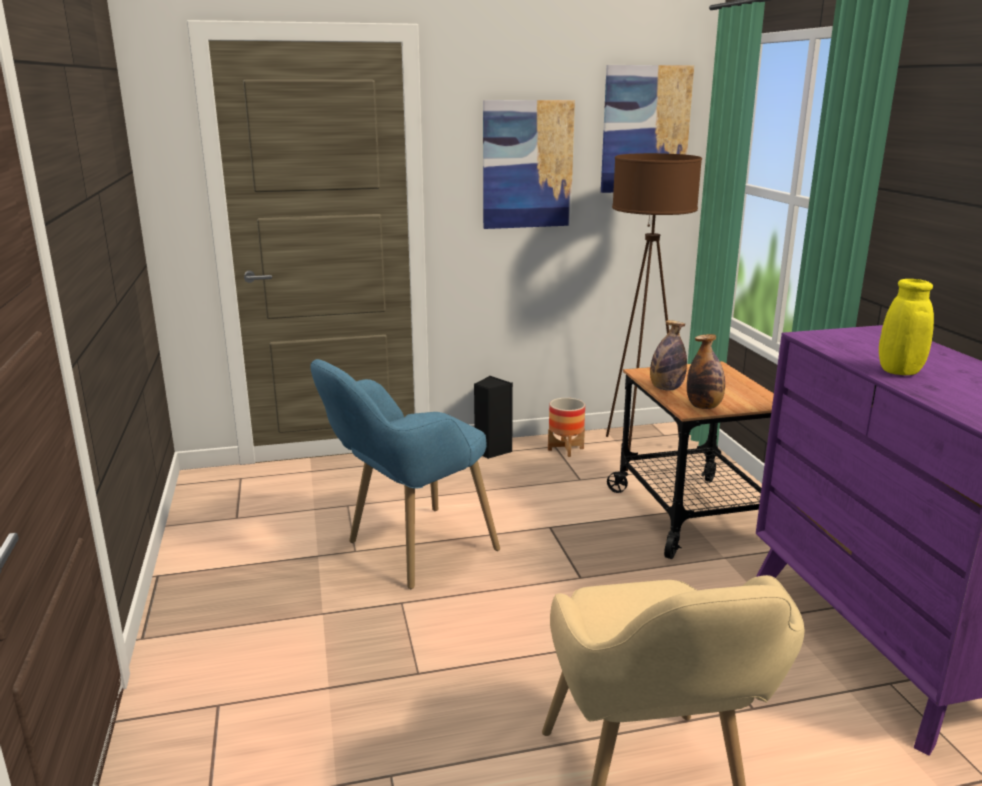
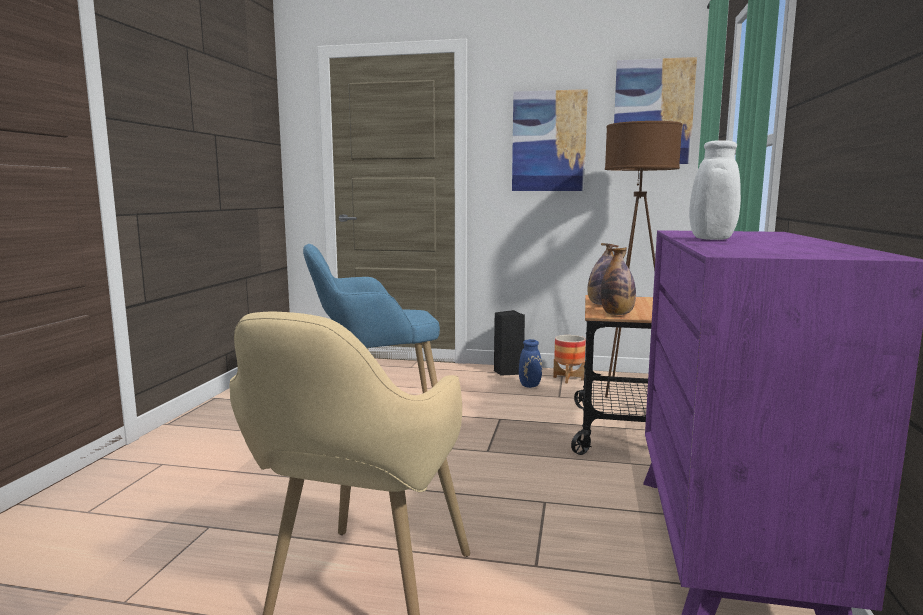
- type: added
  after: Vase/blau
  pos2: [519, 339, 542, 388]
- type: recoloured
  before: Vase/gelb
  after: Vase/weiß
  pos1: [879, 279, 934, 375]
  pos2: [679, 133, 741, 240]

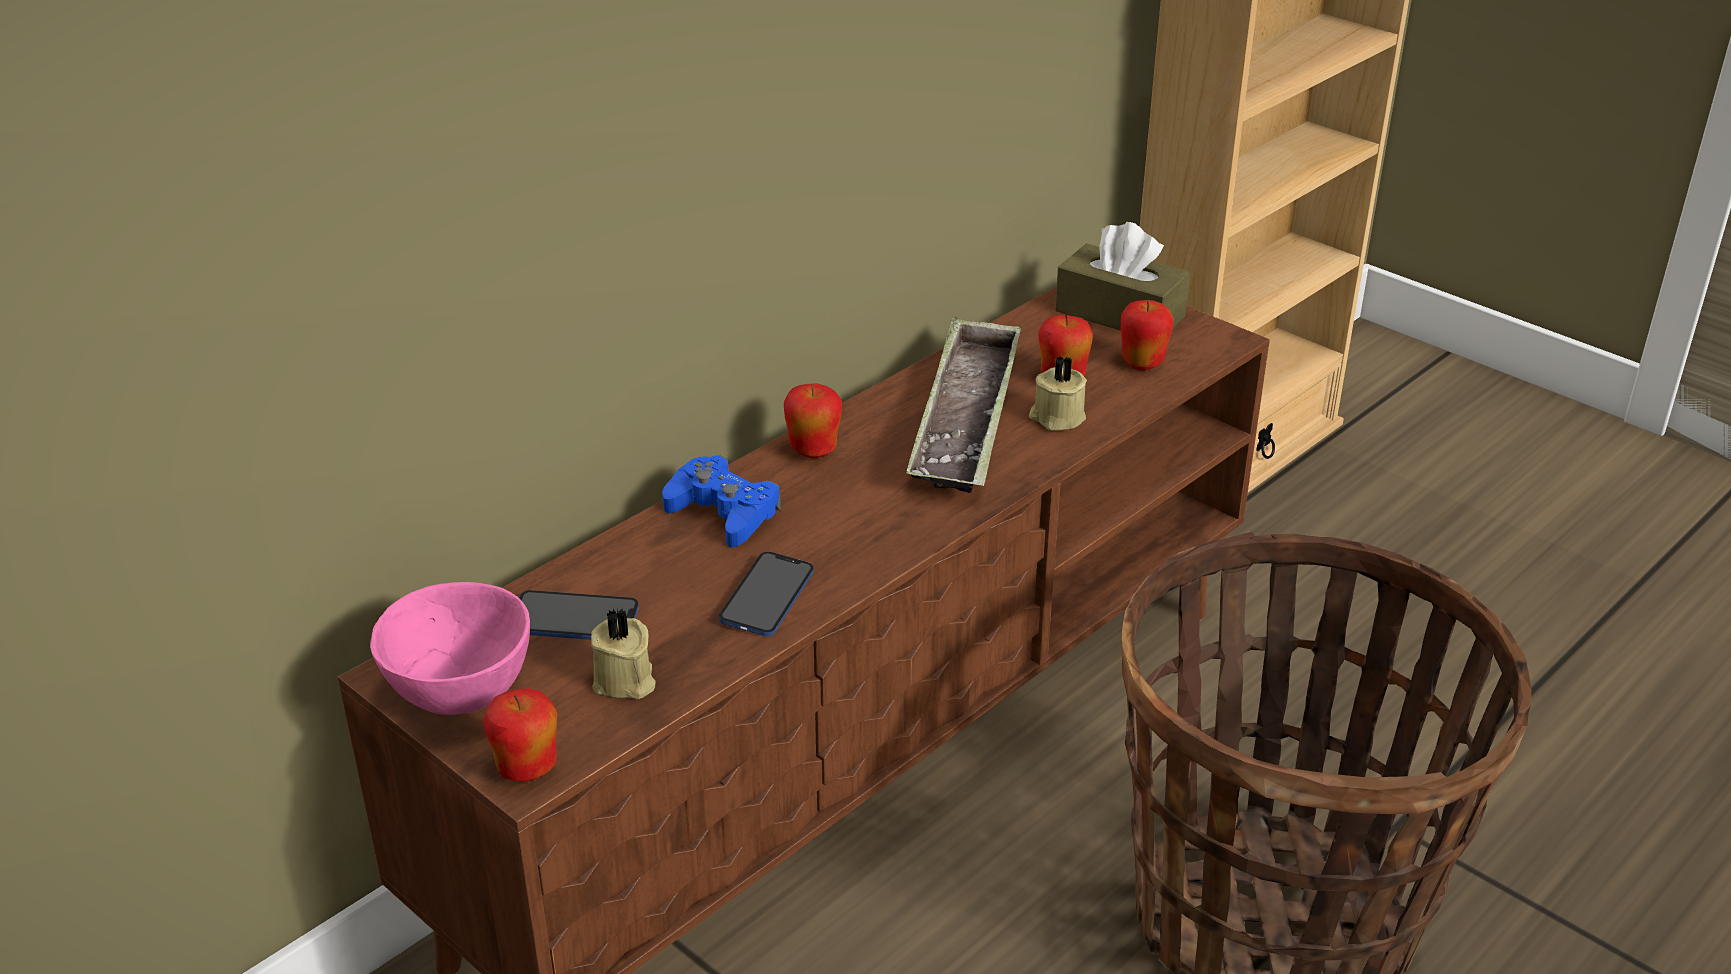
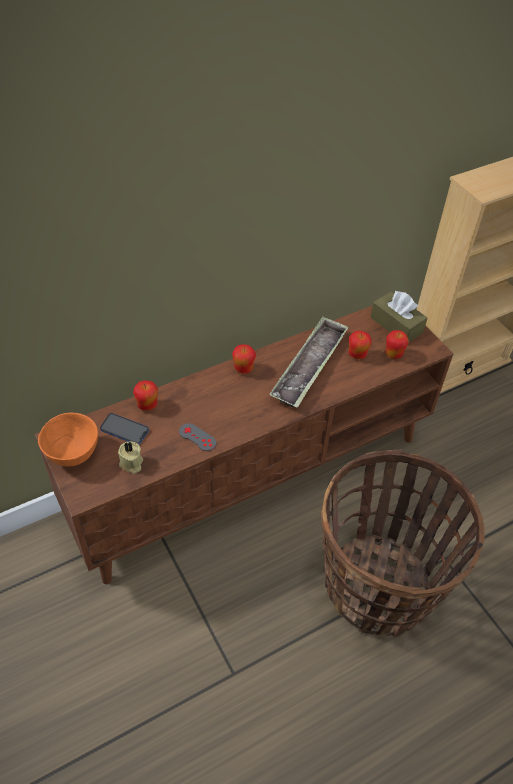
- type: removed
  before: Gamepad/blau
  pos1: [662, 455, 781, 547]
- type: removed
  before: Kerze/beige
  pos1: [1029, 356, 1087, 431]
- type: moved
  before: Apfel
  pos1: [483, 688, 557, 782]
  pos2: [133, 381, 158, 410]
- type: replaced
  before: Handy
  after: Gamepad/grau
  pos1: [719, 552, 814, 636]
  pos2: [179, 423, 217, 451]
- type: recoloured
  before: Schüssel/rosa
  after: Schüssel/orange
  pos1: [370, 582, 530, 715]
  pos2: [38, 413, 98, 467]

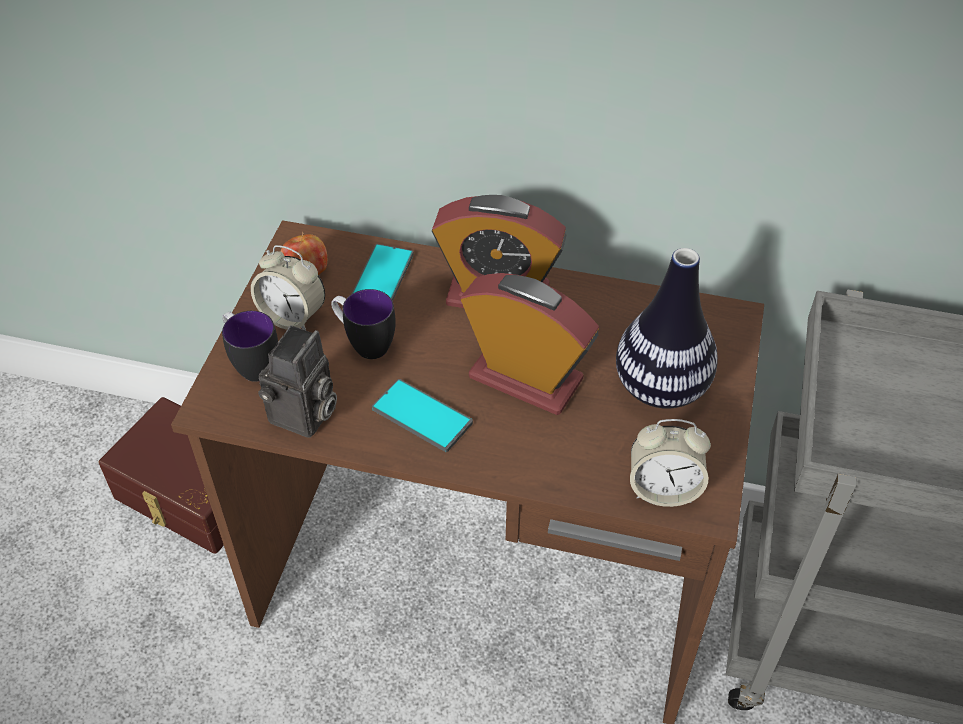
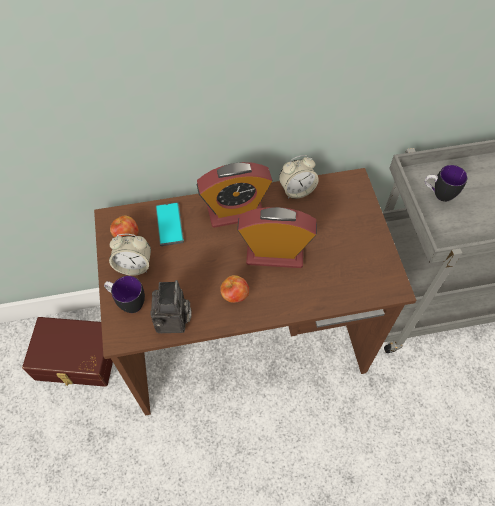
- type: removed
  before: Vase
  pos1: [616, 248, 718, 409]
- type: moved
  before: Henkelbecher
  pos1: [331, 289, 396, 359]
  pos2: [425, 165, 468, 202]
- type: moved
  before: Wecker
  pos1: [630, 419, 711, 507]
  pos2: [279, 155, 319, 199]
- type: replaced
  before: Handy
  after: Apfel
  pos1: [372, 379, 473, 452]
  pos2: [220, 275, 249, 303]

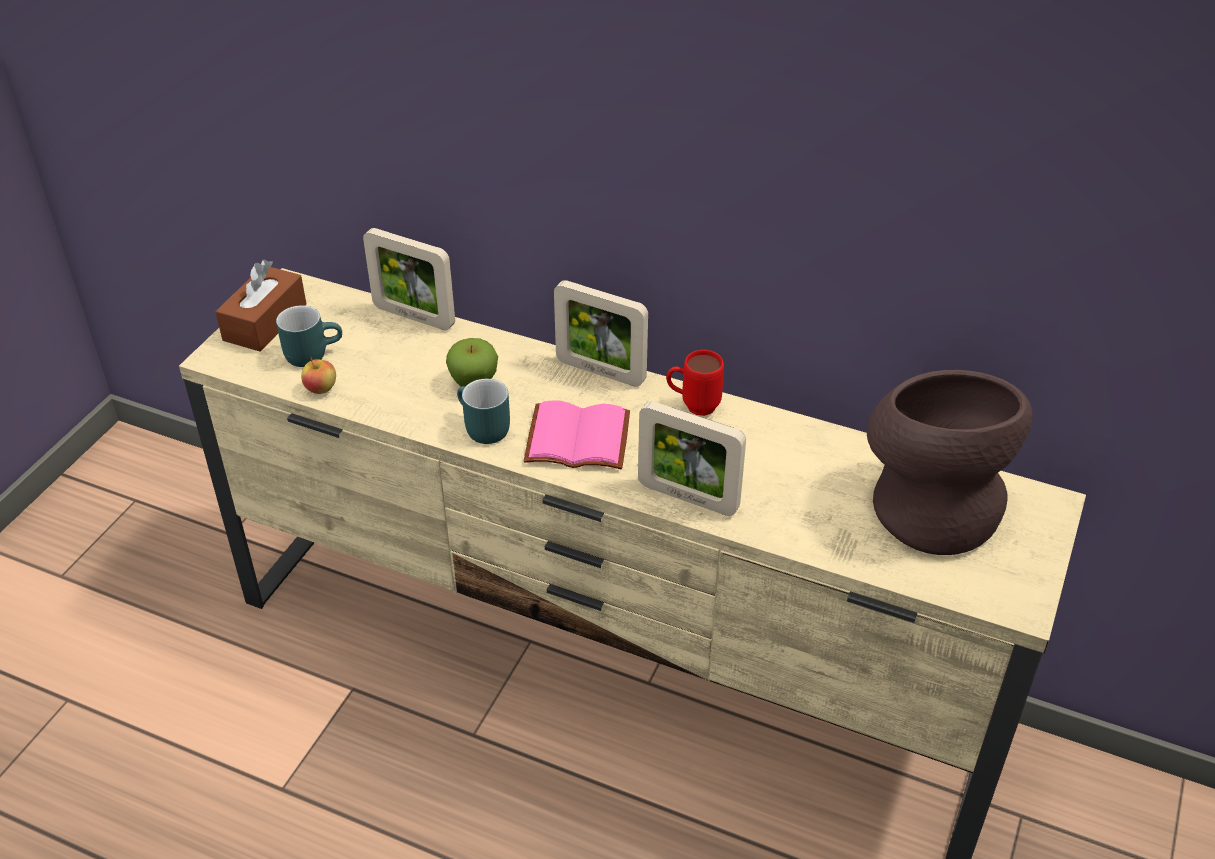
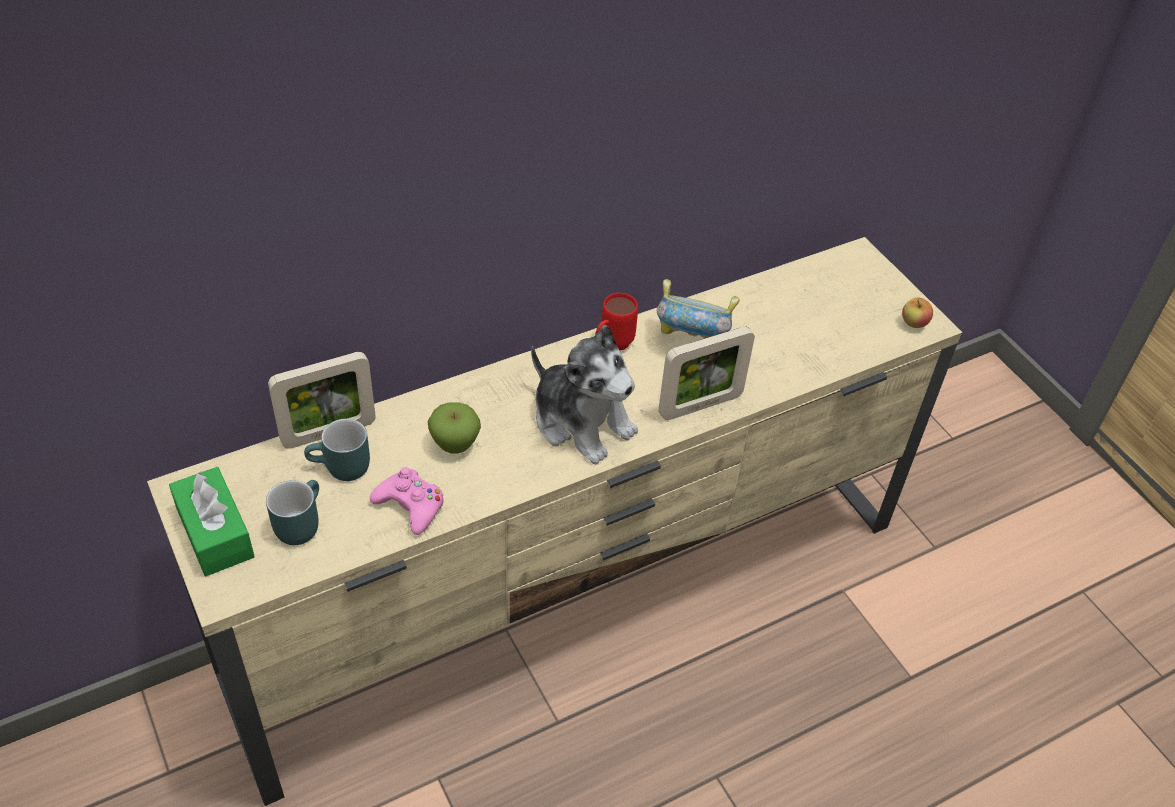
- type: removed
  before: Bilderrahmen
  pos1: [554, 280, 648, 387]
- type: removed
  before: Vase/braun
  pos1: [867, 370, 1032, 555]
- type: added
  after: Gamepad/rosa
  pos2: [370, 467, 444, 535]
- type: added
  after: Schüssel
  pos2: [657, 279, 740, 339]
- type: moved
  before: Apfel
  pos1: [301, 358, 336, 394]
  pos2: [902, 298, 933, 328]
- type: moved
  before: Henkelbecher/türkis
  pos1: [457, 379, 510, 444]
  pos2: [304, 419, 370, 481]
- type: replaced
  before: Buch/rosa
  after: Plüschtier
  pos1: [524, 400, 630, 469]
  pos2: [531, 325, 638, 465]
- type: recoloured
  before: Taschentuchbox/braun
  after: Taschentuchbox/grün
  pos1: [215, 259, 306, 352]
  pos2: [169, 467, 255, 576]

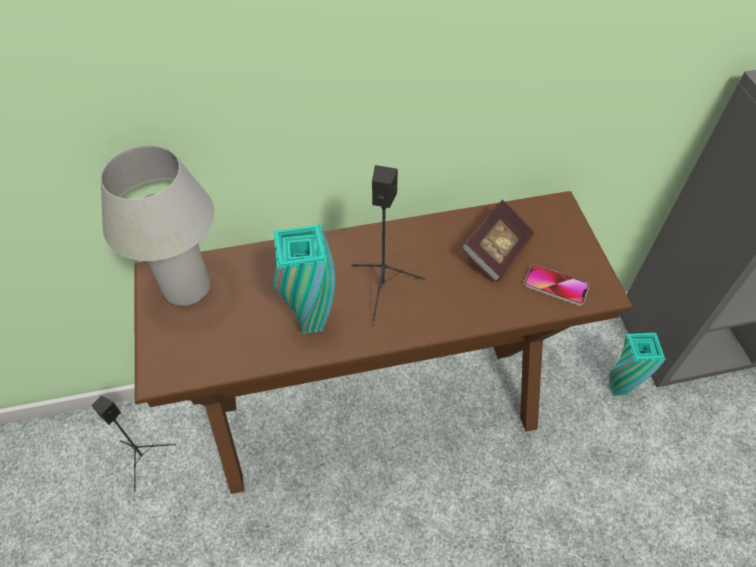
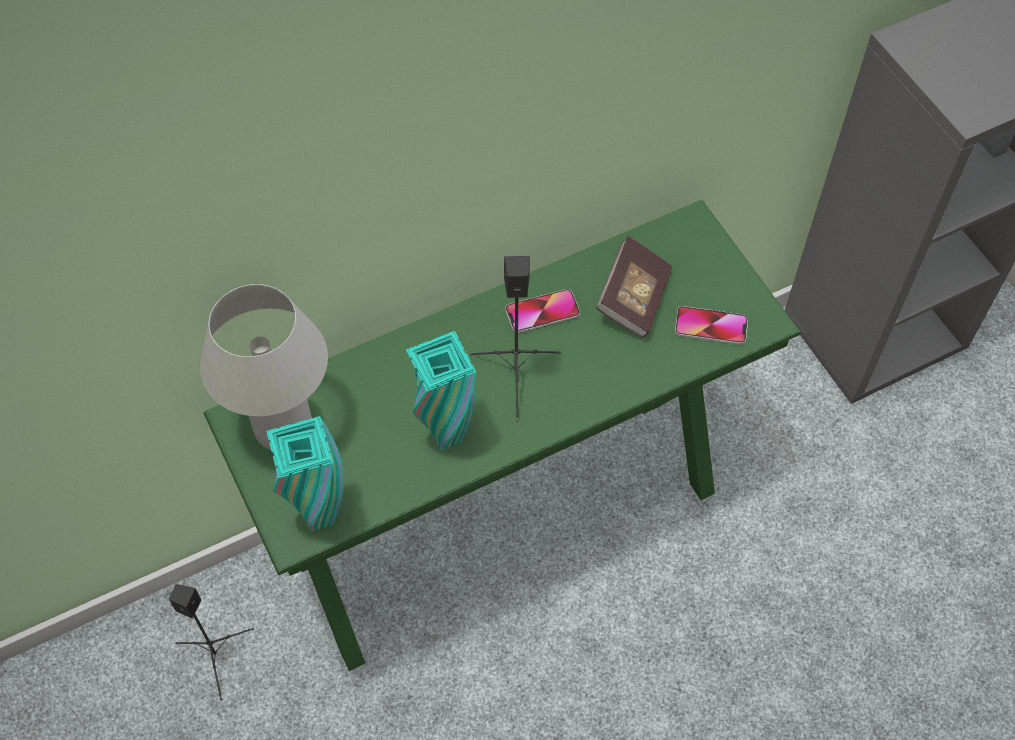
- type: added
  after: Handy
  pos2: [505, 289, 580, 333]
- type: moved
  before: Vase/türkis
  pos1: [609, 333, 665, 396]
  pos2: [266, 416, 344, 532]
- type: recoloured
  before: Konsolentisch/braun
  after: Konsolentisch/grün
  pos1: [134, 191, 633, 494]
  pos2: [204, 200, 801, 671]

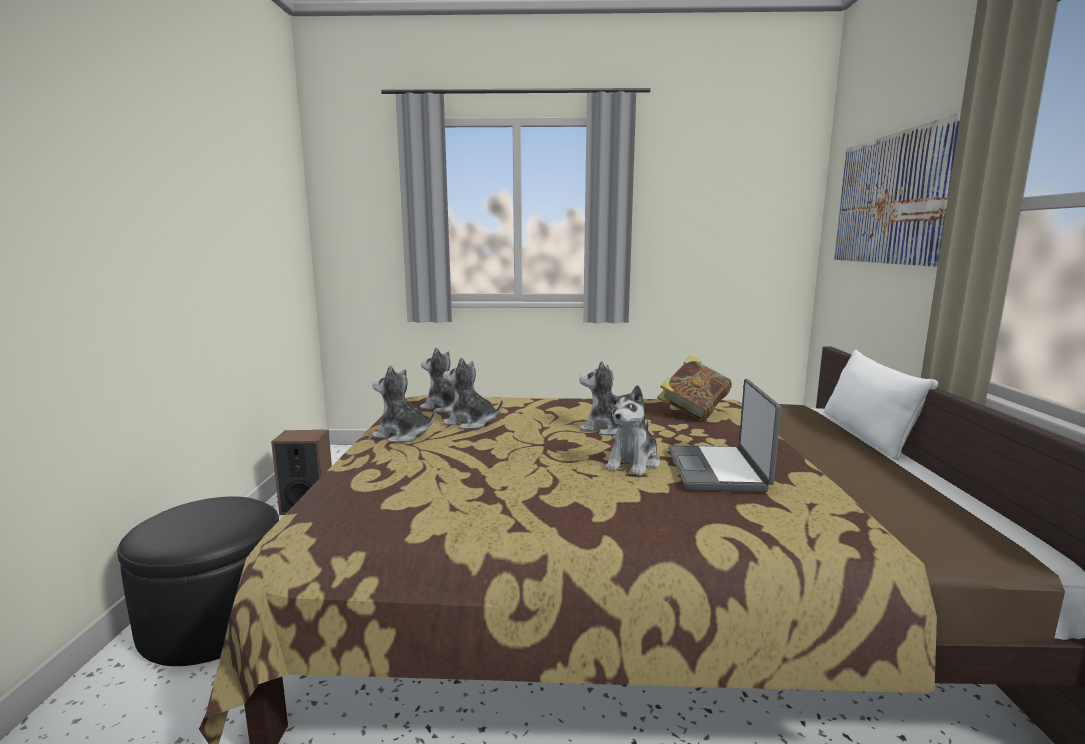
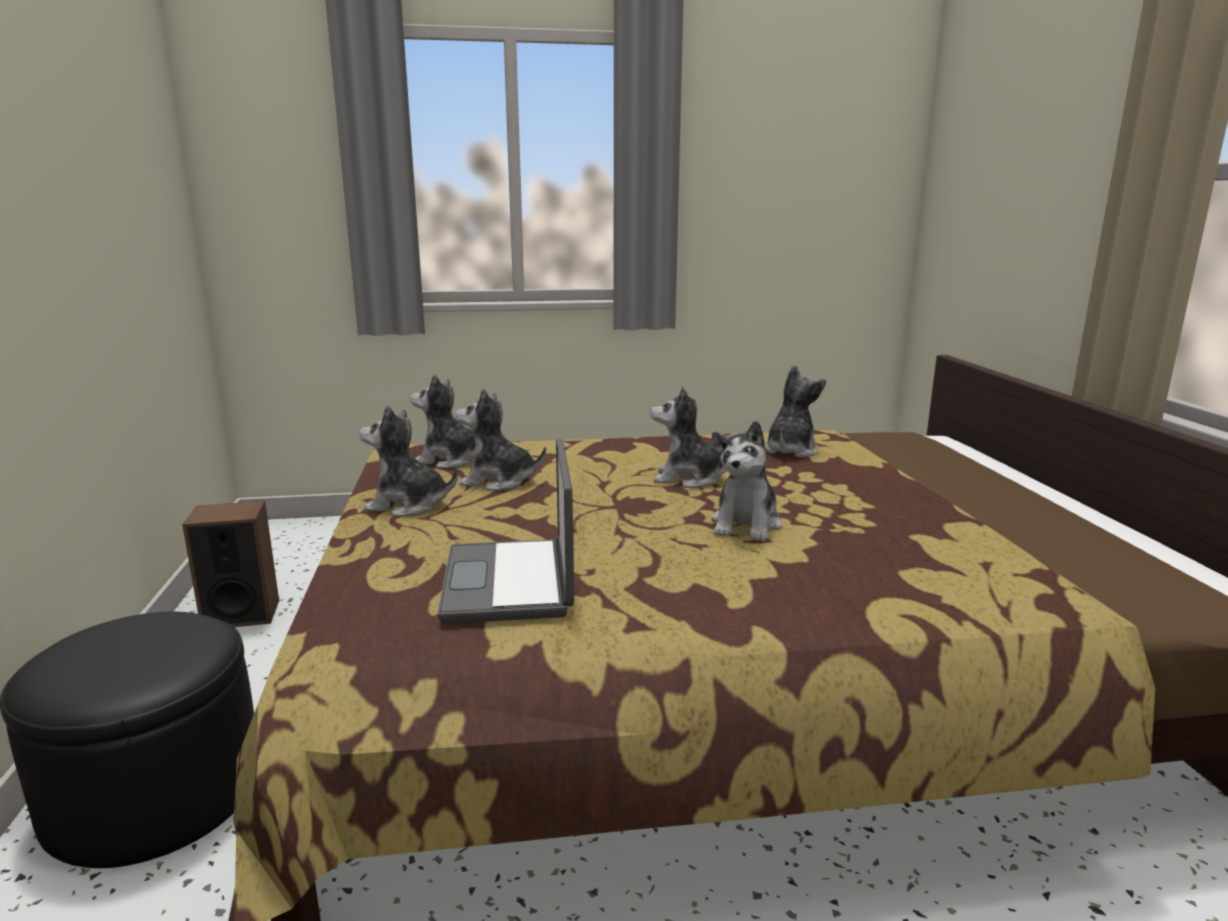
- type: removed
  before: Kissen/weiß
  pos1: [824, 350, 938, 460]
- type: removed
  before: Bild
  pos1: [834, 113, 961, 267]
- type: moved
  before: Laptop
  pos1: [668, 379, 781, 492]
  pos2: [437, 438, 574, 624]
- type: replaced
  before: Buch
  after: Plüschtier
  pos1: [657, 355, 732, 421]
  pos2: [765, 365, 826, 458]

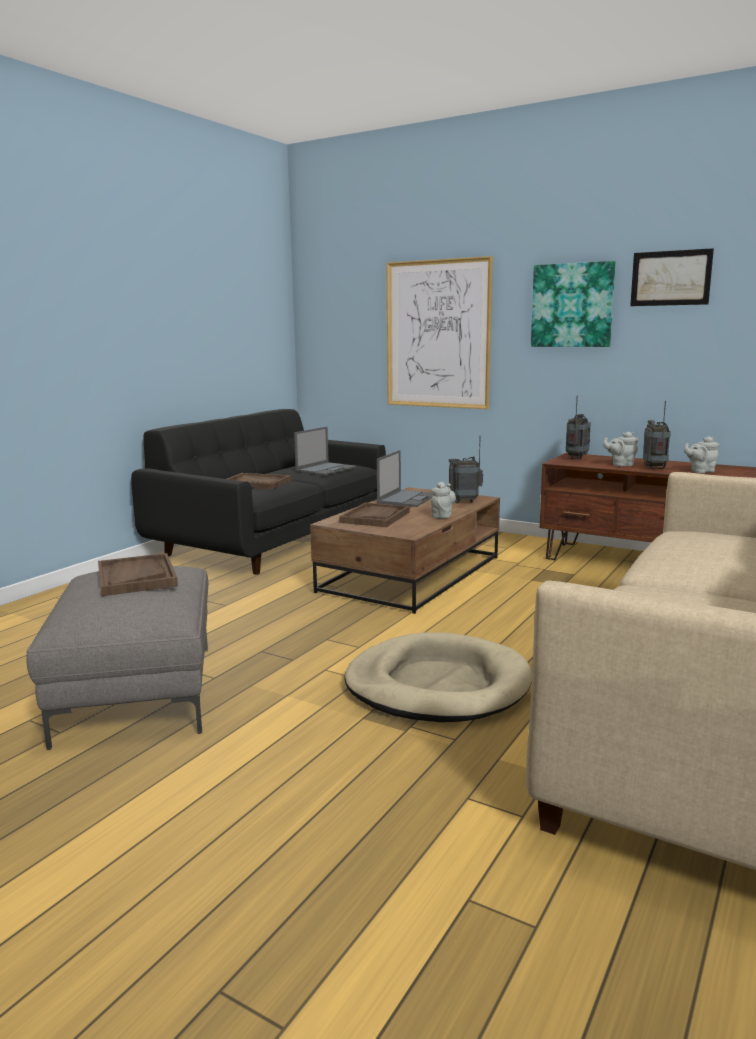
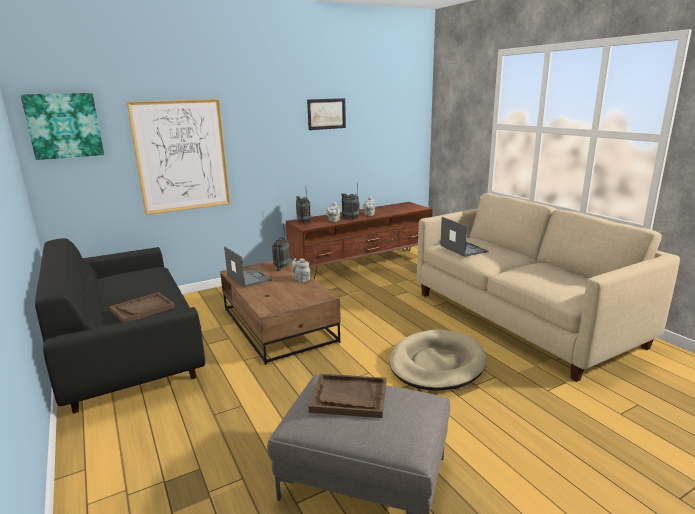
- type: removed
  before: Tablett/braun
  pos1: [339, 502, 410, 527]
- type: moved
  before: Laptop
  pos1: [294, 427, 356, 476]
  pos2: [440, 217, 489, 257]
- type: moved
  before: Bild
  pos1: [531, 261, 616, 347]
  pos2: [20, 93, 104, 160]

